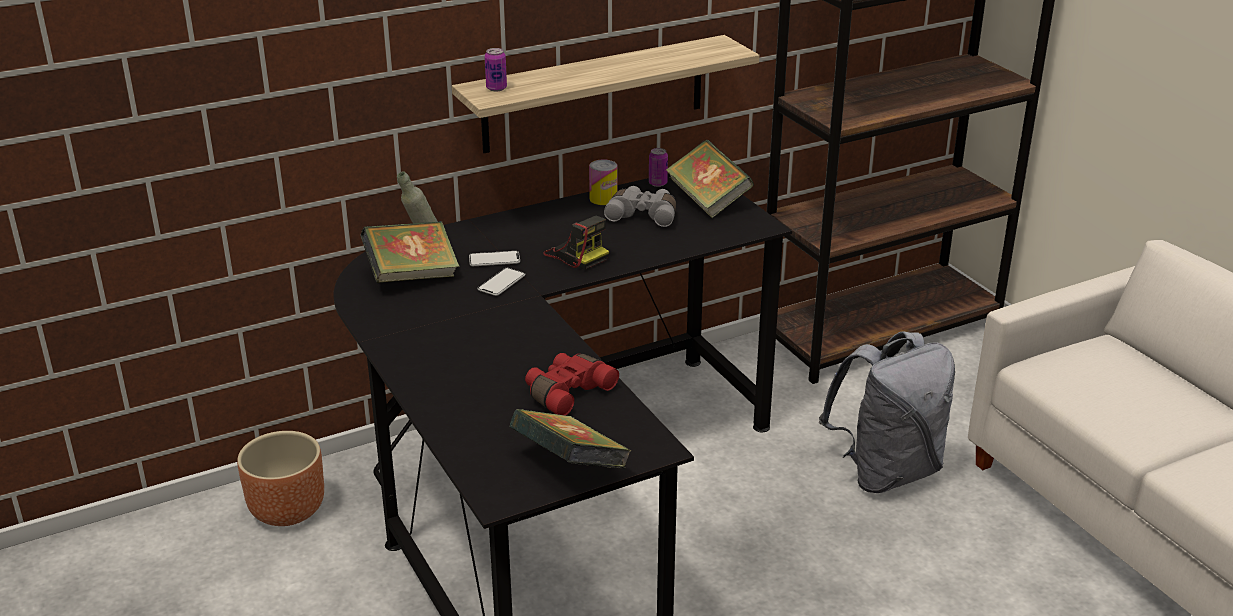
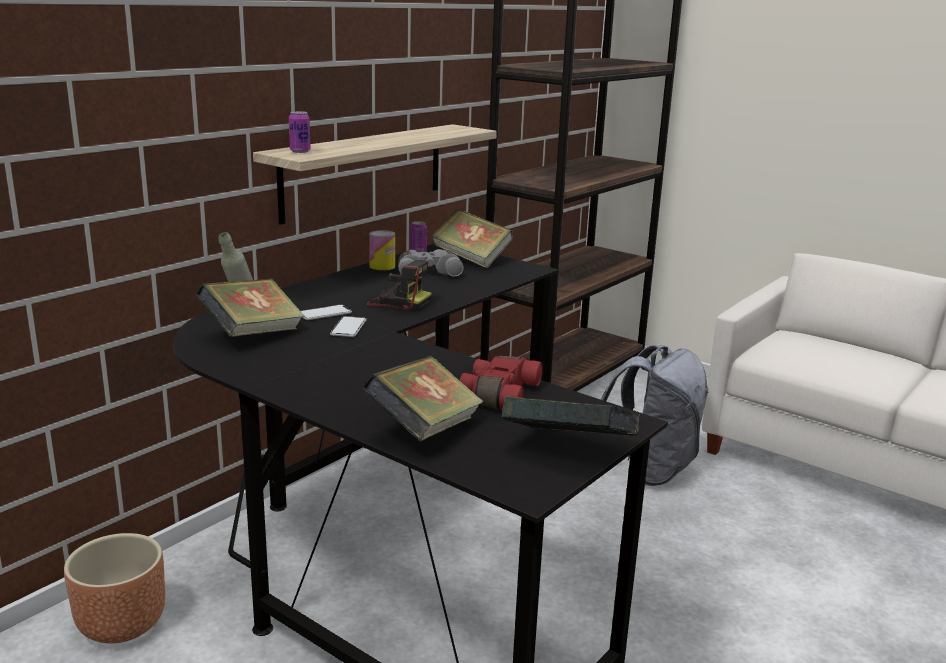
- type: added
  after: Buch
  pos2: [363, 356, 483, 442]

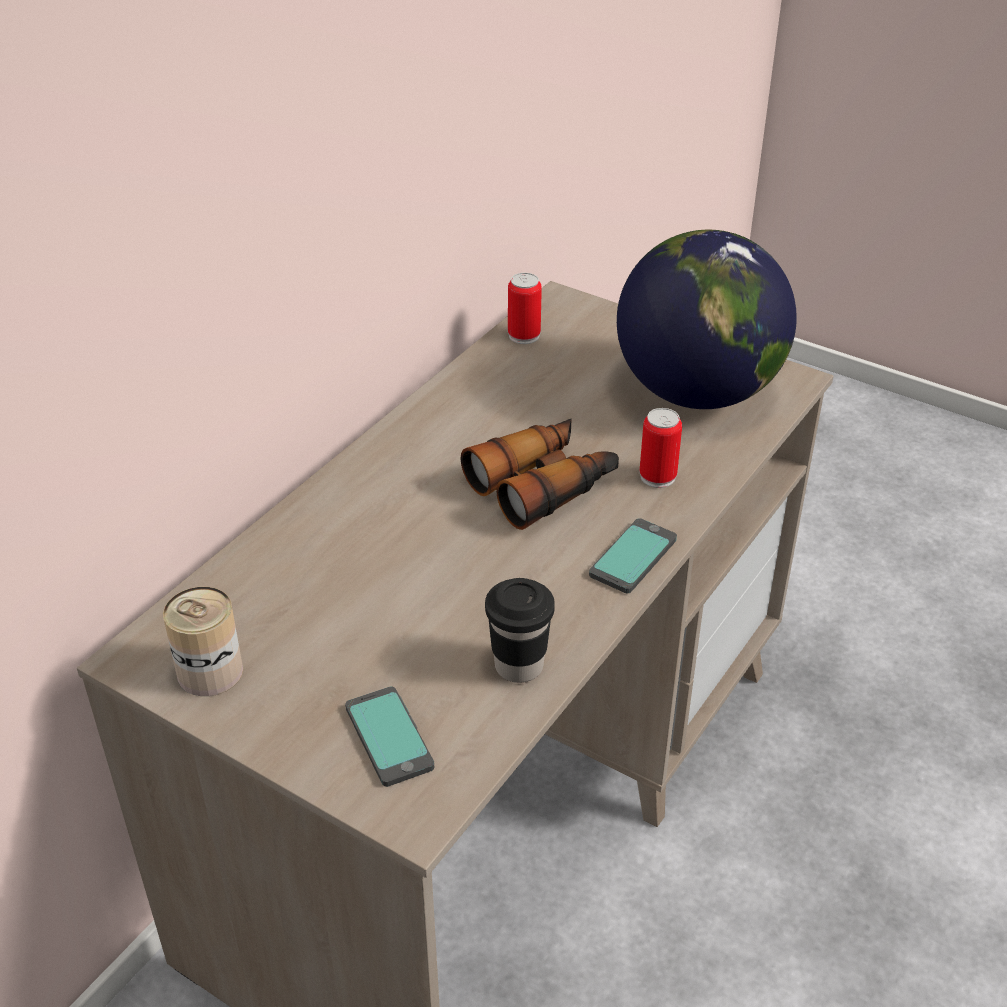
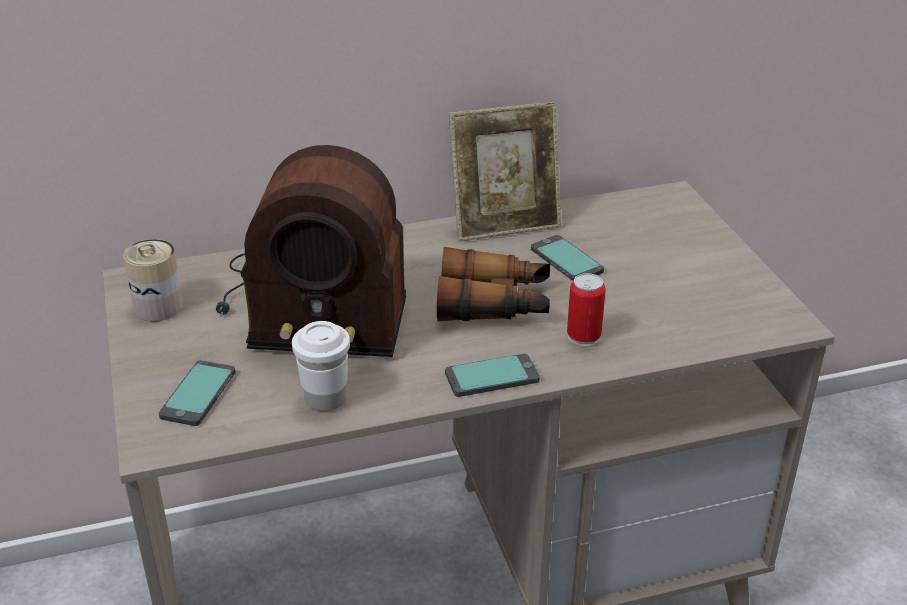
- type: removed
  before: Dose
  pos1: [508, 273, 542, 344]
- type: removed
  before: Globus
  pos1: [617, 230, 797, 409]
- type: added
  after: Radio
  pos2: [216, 145, 406, 357]
- type: added
  after: Bilderrahmen
  pos2: [449, 102, 561, 242]
- type: added
  after: Handy
  pos2: [531, 235, 604, 281]
- type: recoloured
  before: Tasse/schwarz
  after: Tasse/weiß
  pos1: [485, 578, 555, 683]
  pos2: [292, 321, 350, 411]

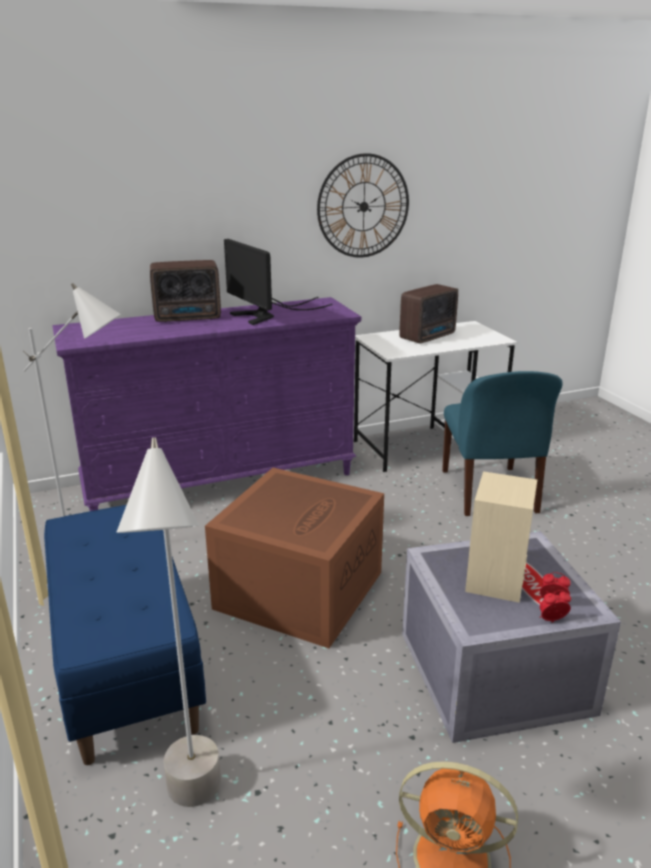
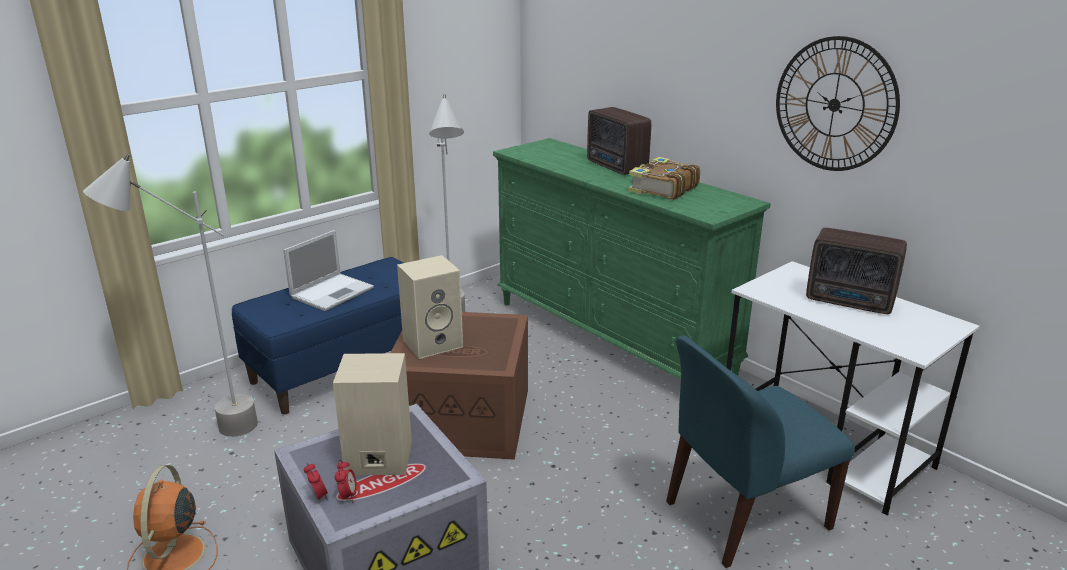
- type: added
  after: Laptop
  pos2: [283, 230, 374, 311]
- type: added
  after: Lautsprecher/beige
  pos2: [397, 255, 463, 359]
- type: replaced
  before: Monitor
  after: Buch
  pos1: [224, 239, 333, 325]
  pos2: [628, 157, 701, 200]
- type: recoloured
  before: Kommode/lila
  after: Kommode/grün
  pos1: [52, 297, 361, 511]
  pos2: [493, 138, 771, 379]

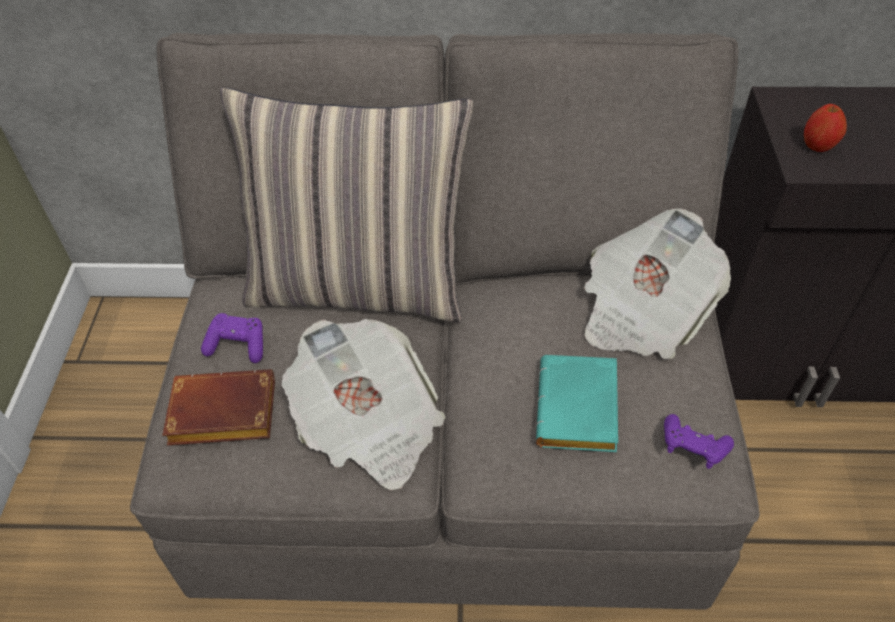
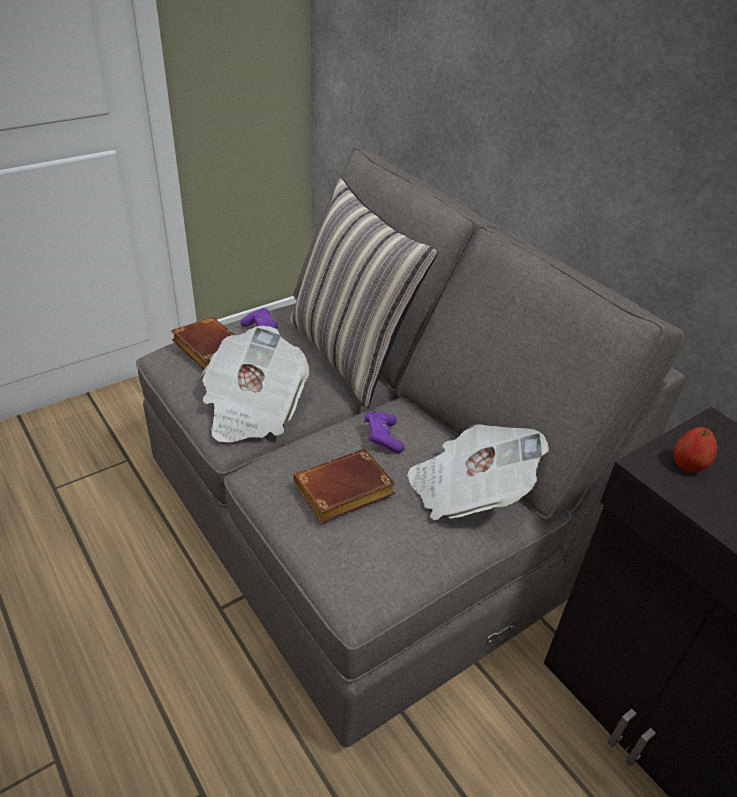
- type: moved
  before: Gamepad/lila
  pos1: [664, 414, 734, 469]
  pos2: [364, 411, 405, 453]
- type: recoloured
  before: Buch/türkis
  after: Buch/braun
  pos1: [536, 355, 618, 452]
  pos2: [293, 449, 396, 523]

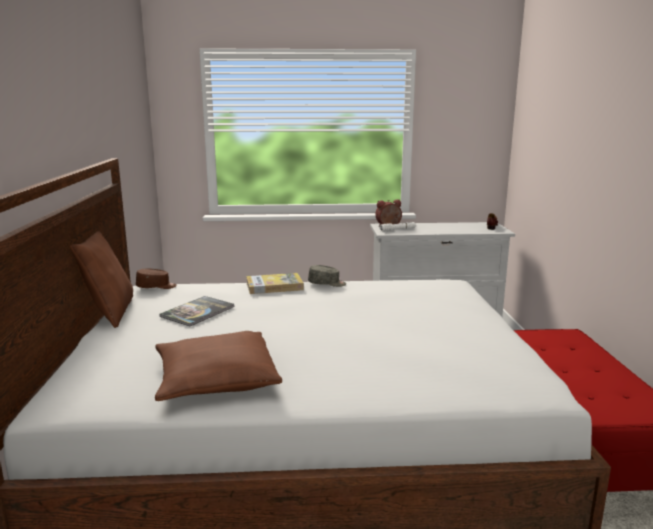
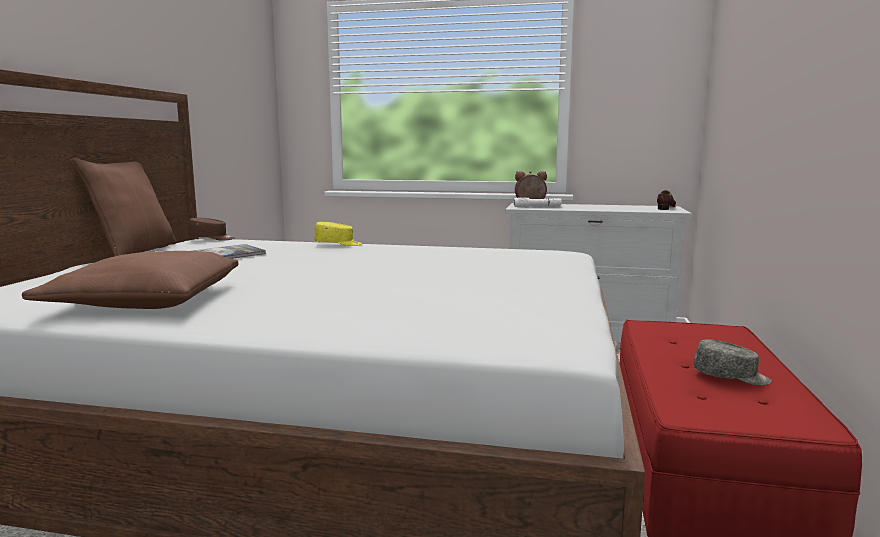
- type: moved
  before: Kappe/grau
  pos1: [308, 265, 346, 287]
  pos2: [693, 339, 772, 385]
- type: replaced
  before: Buch
  after: Kappe/gelb
  pos1: [246, 273, 304, 294]
  pos2: [314, 222, 362, 246]

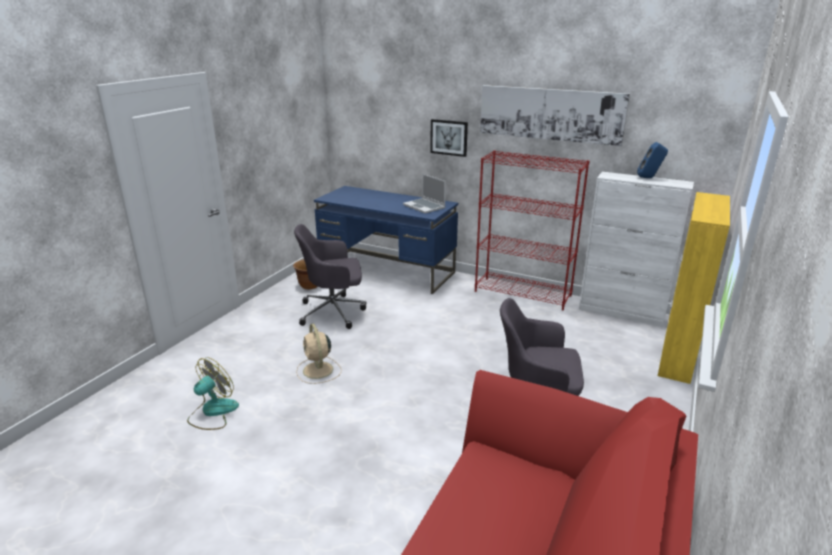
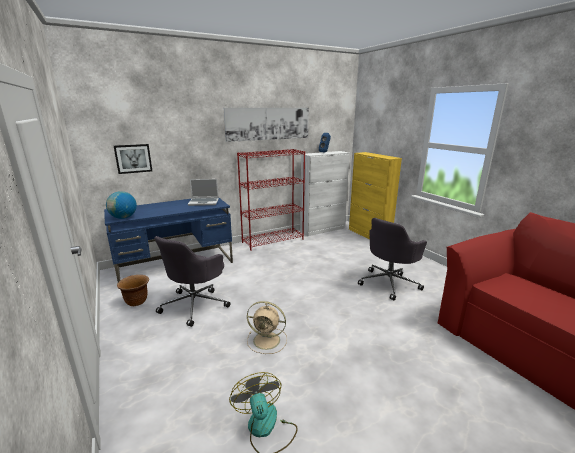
- type: added
  after: Globus
  pos2: [106, 191, 137, 219]
- type: moved
  before: Bild
  pos1: [430, 119, 468, 157]
  pos2: [114, 144, 152, 174]

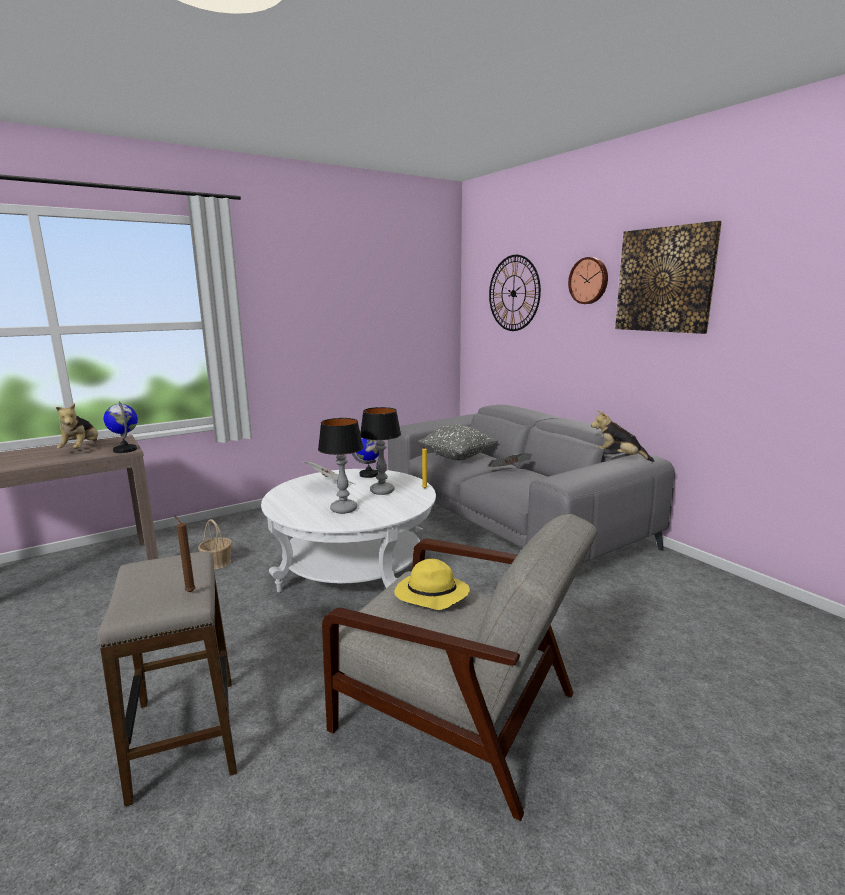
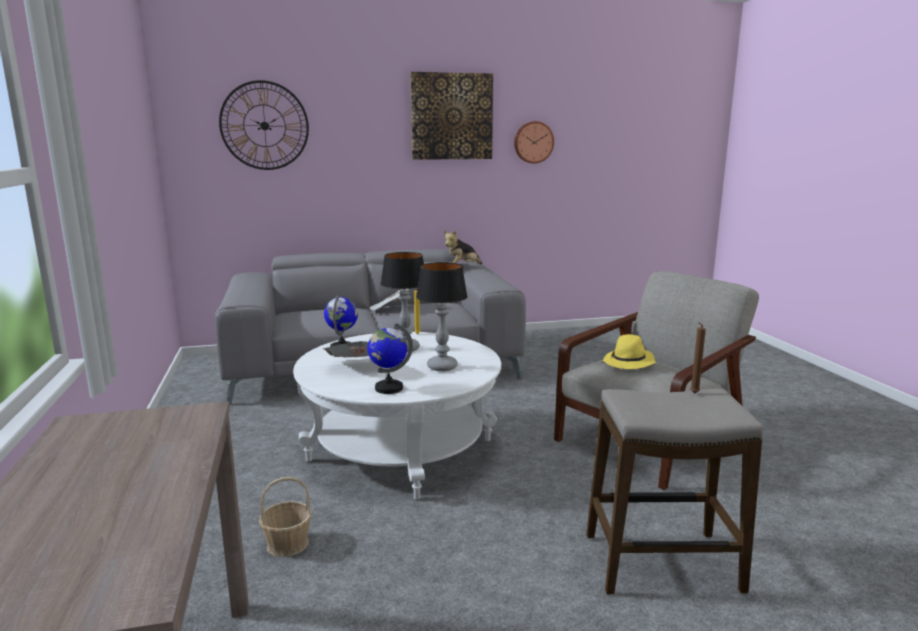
- type: removed
  before: Plüschtier
  pos1: [56, 403, 98, 449]
- type: removed
  before: Kissen/grau
  pos1: [418, 425, 498, 460]
- type: moved
  before: Globus
  pos1: [104, 402, 138, 453]
  pos2: [367, 323, 413, 394]
- type: moved
  before: Wanduhr
  pos1: [568, 257, 608, 304]
  pos2: [514, 121, 554, 163]

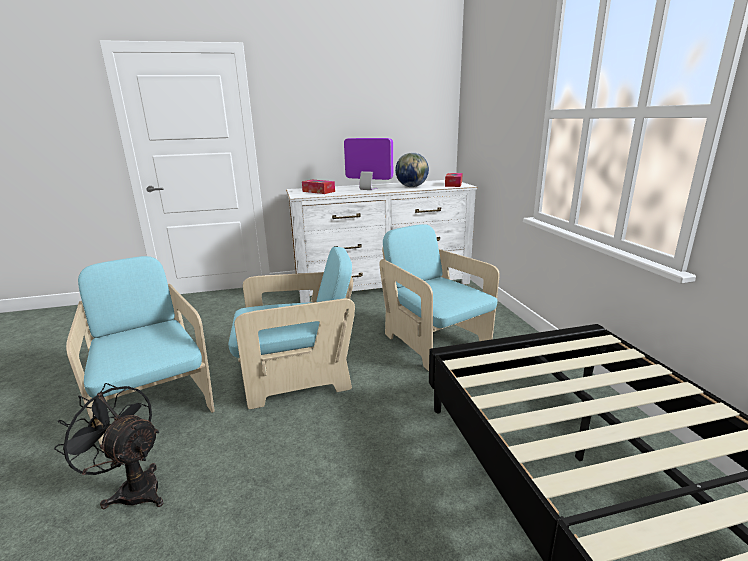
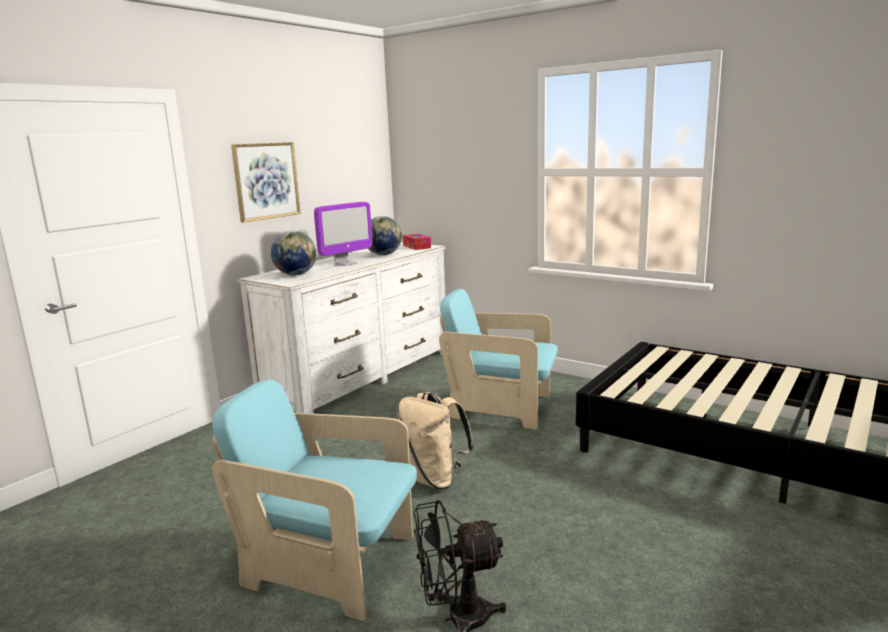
- type: added
  after: Bild
  pos2: [231, 142, 301, 223]
- type: replaced
  before: Sessel/türkis
  after: Rucksack/beige
  pos1: [228, 247, 355, 409]
  pos2: [397, 392, 474, 489]
- type: replaced
  before: Taschentuchbox
  after: Globus
  pos1: [302, 180, 335, 194]
  pos2: [271, 231, 316, 276]
- type: turned
  before: Monitor
  pos1: [344, 138, 393, 190]
  pos2: [314, 202, 373, 266]
  turn: 150

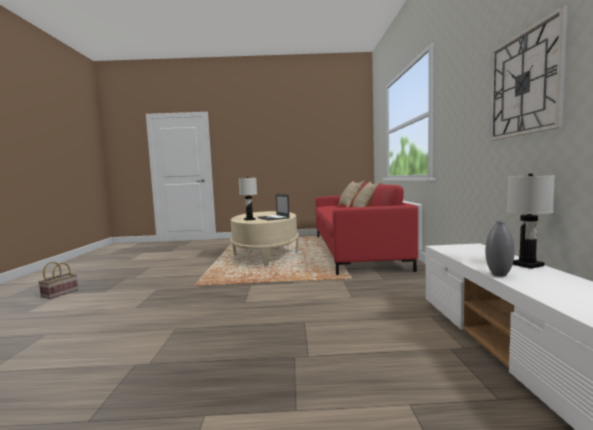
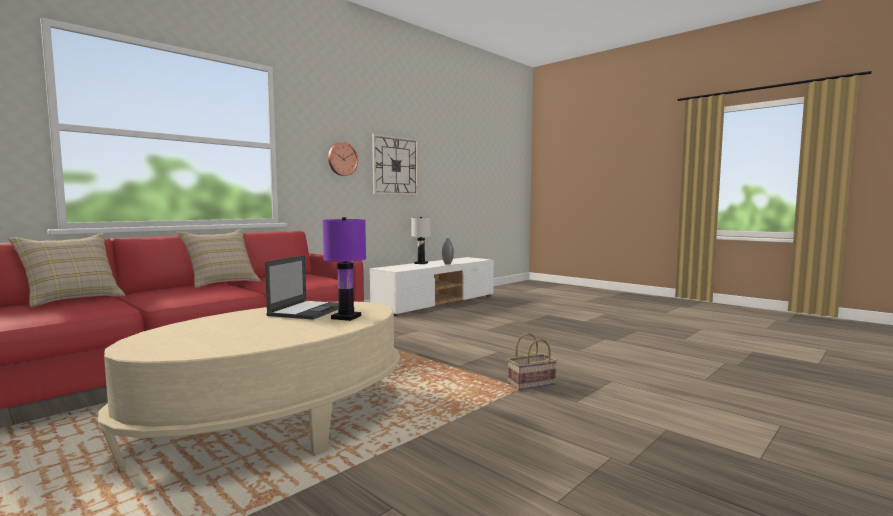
- type: added
  after: Wanduhr
  pos2: [328, 142, 358, 176]
- type: moved
  before: Korb
  pos1: [38, 262, 78, 299]
  pos2: [507, 333, 557, 391]
- type: recoloured
  before: Tischlampe/weiß
  after: Tischlampe/lila
  pos1: [239, 177, 257, 220]
  pos2: [323, 217, 366, 321]

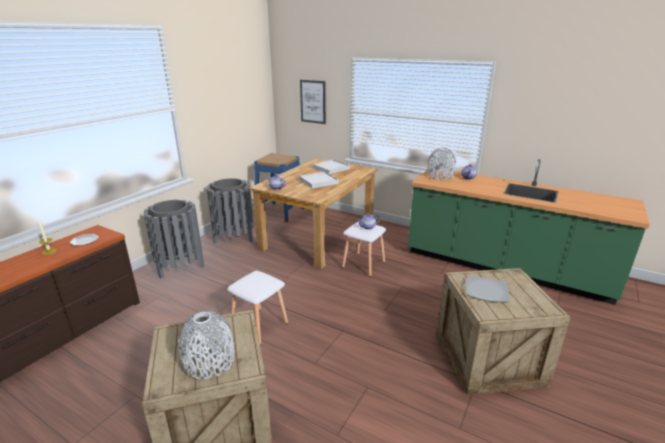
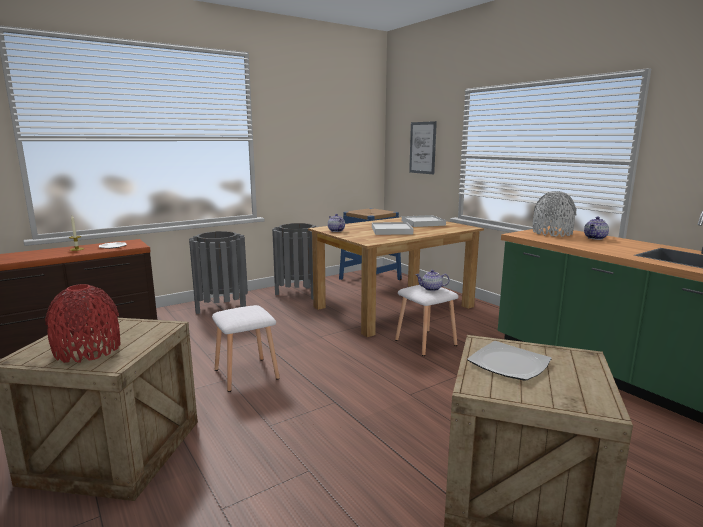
- type: recoloured
  before: Vase/grau
  after: Vase/rot
  pos1: [178, 311, 234, 379]
  pos2: [45, 284, 121, 363]

